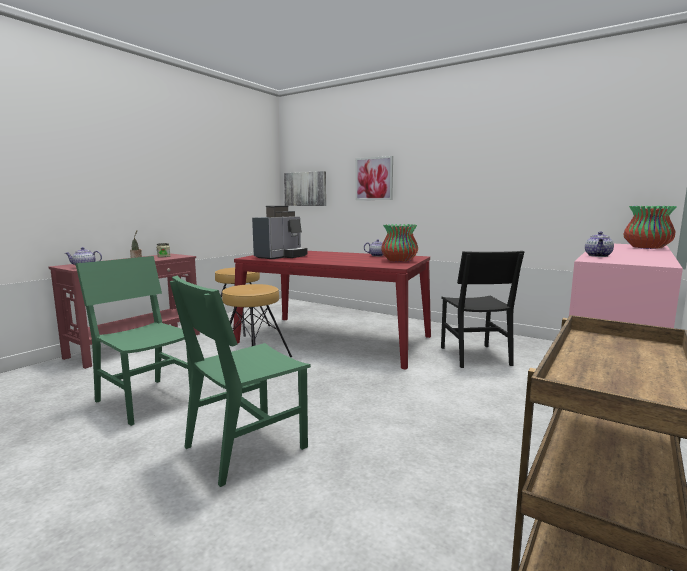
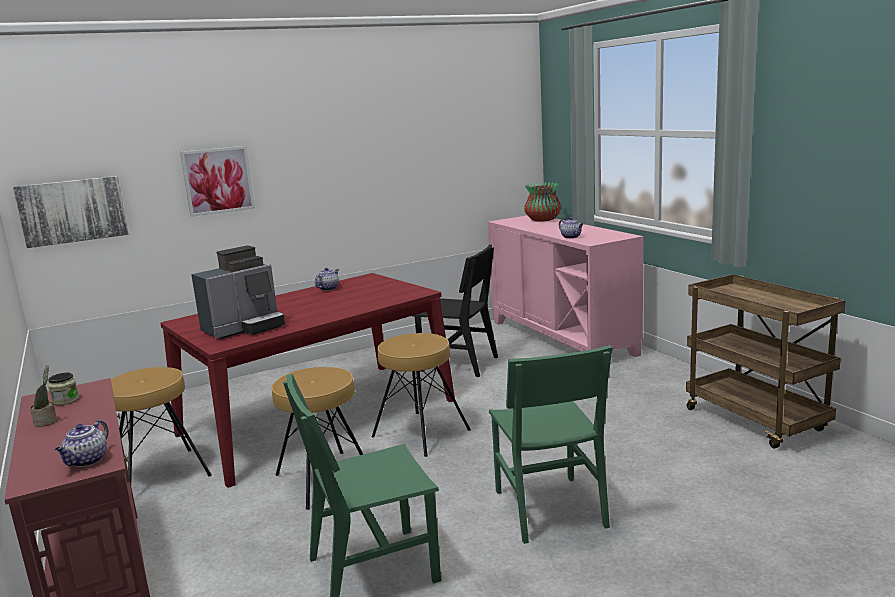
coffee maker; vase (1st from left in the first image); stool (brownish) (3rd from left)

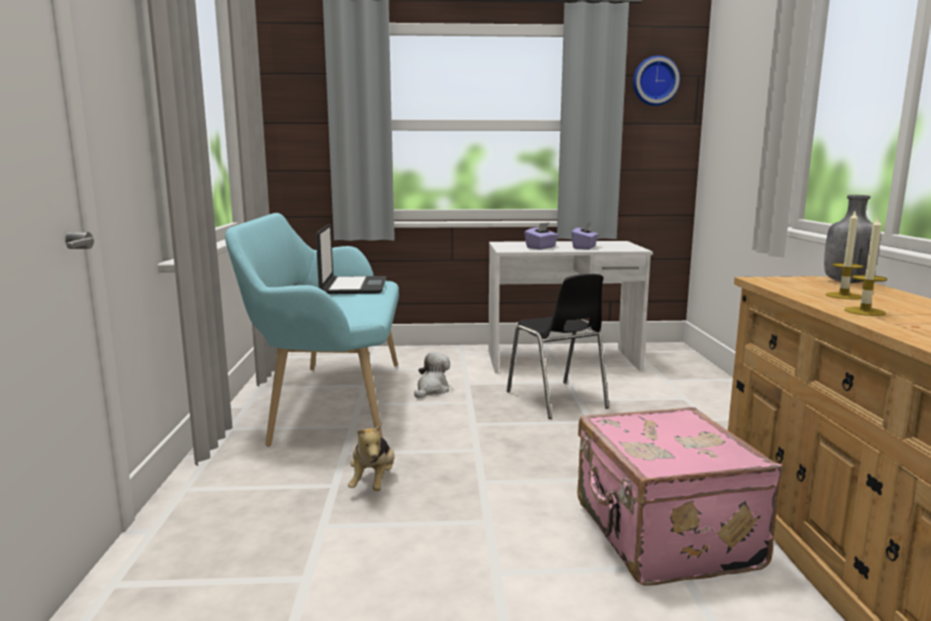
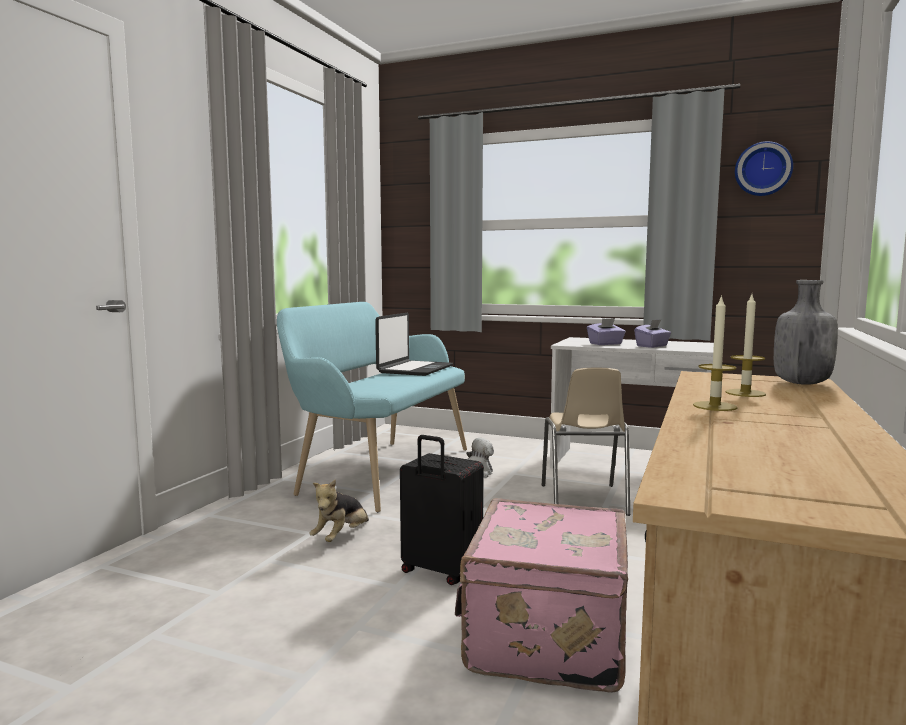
plain chair (beige-coloured); suitcase (black)

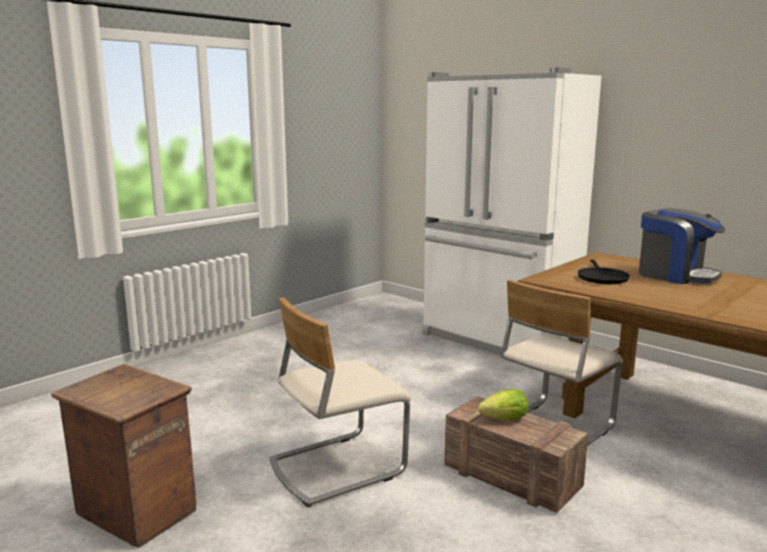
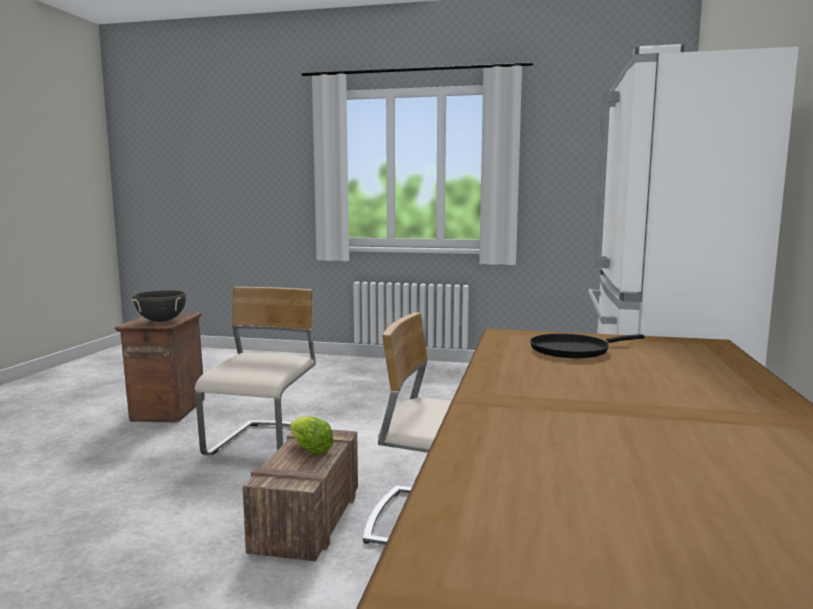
plain chair (beige-coloured) (1st from left); coffee maker; saucepot (black)

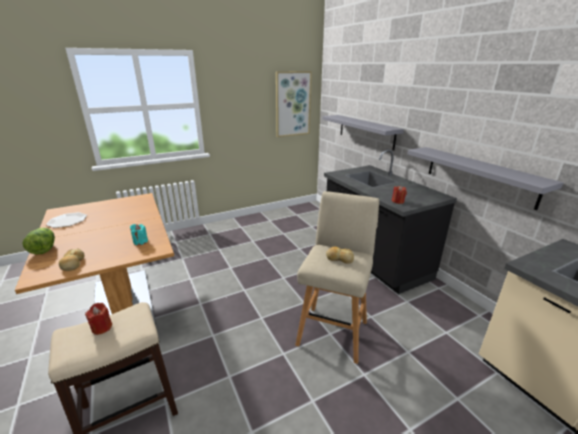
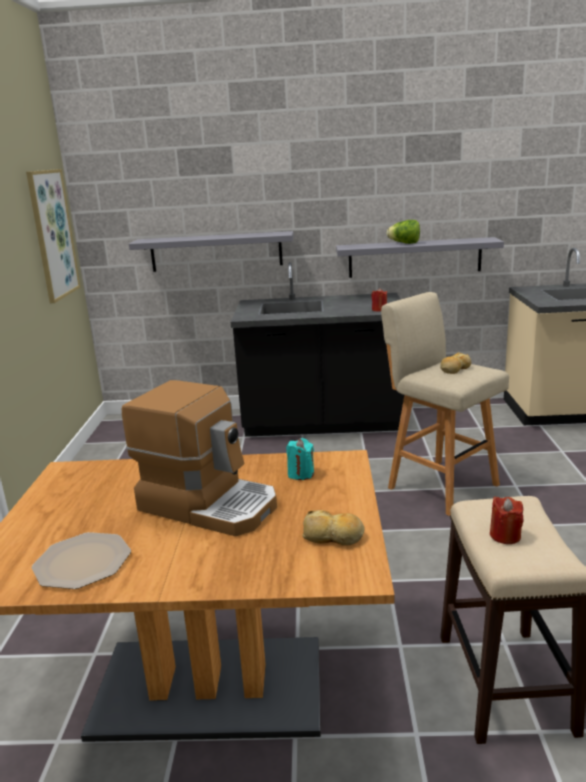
lettuce head; coffee maker

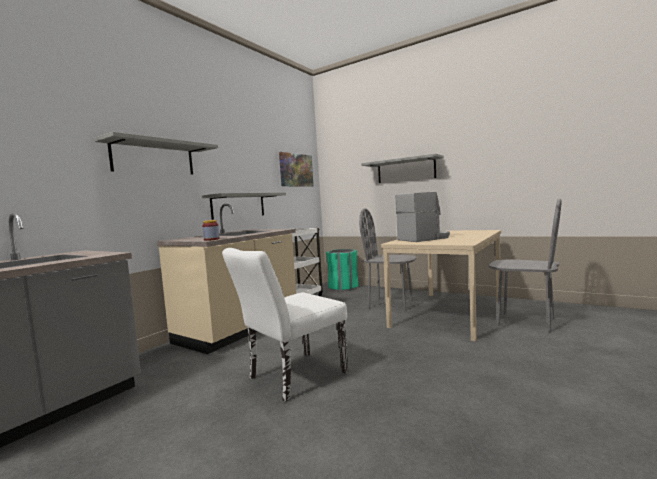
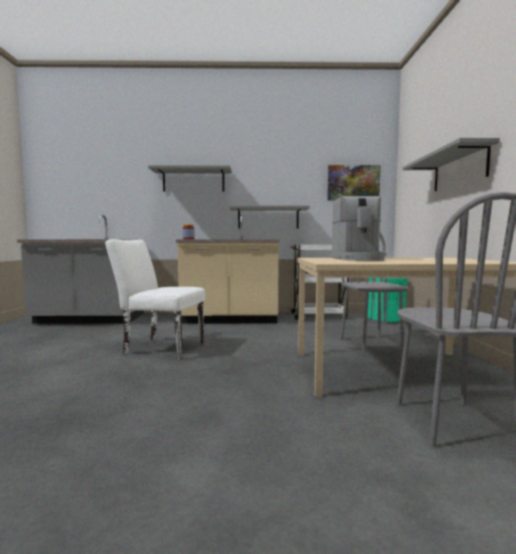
coffee maker

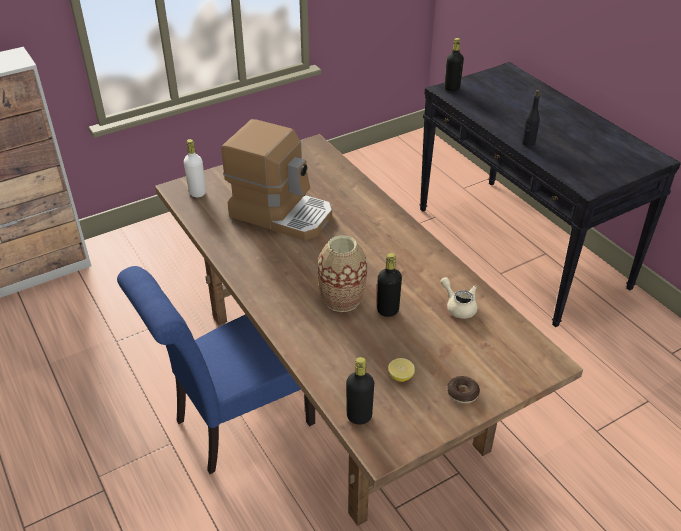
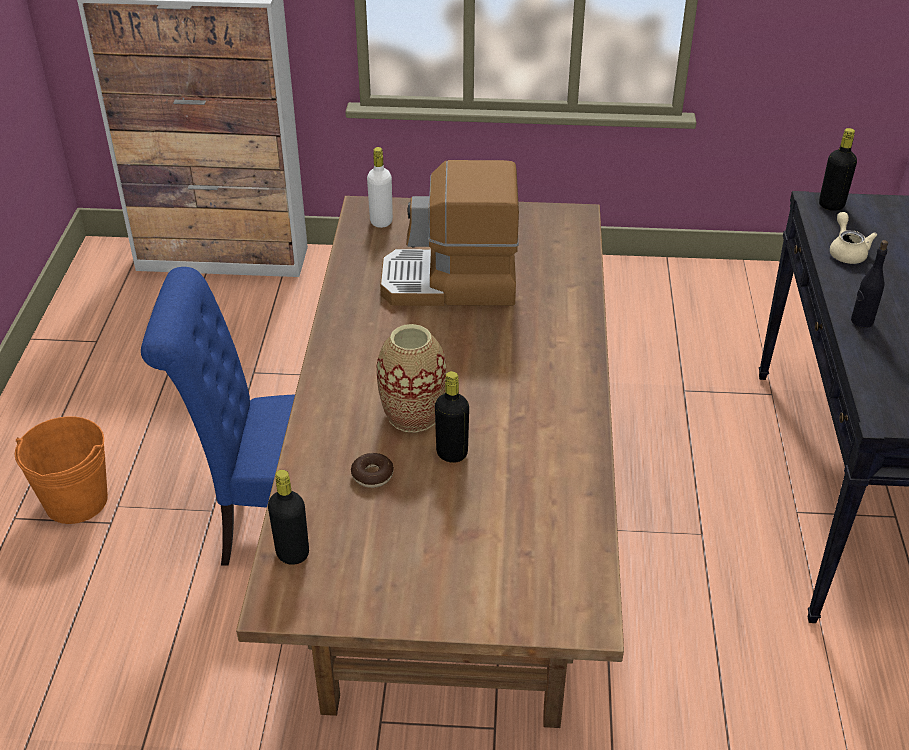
coffee maker; citrus fruit; tea pot (beige-coloured); donut; water bucket (orangey)

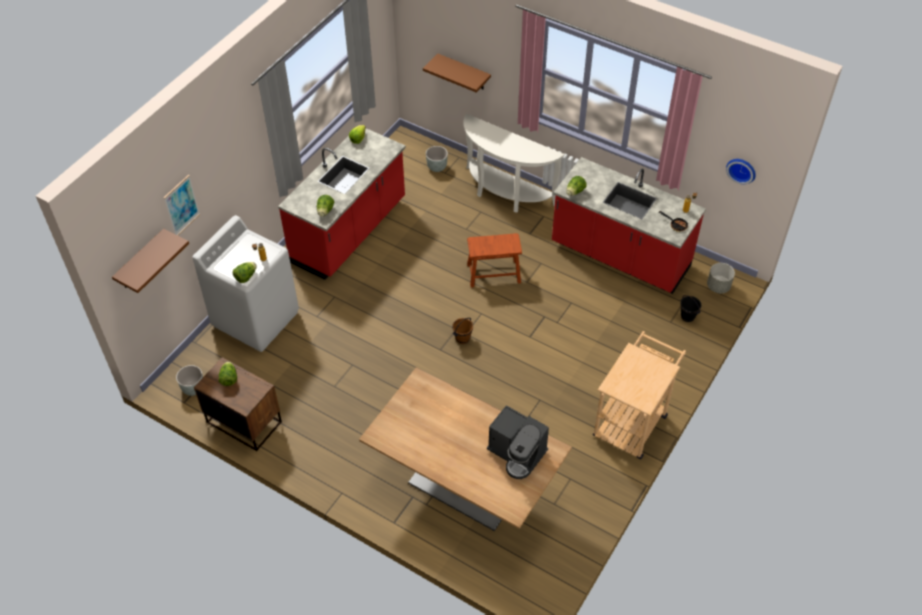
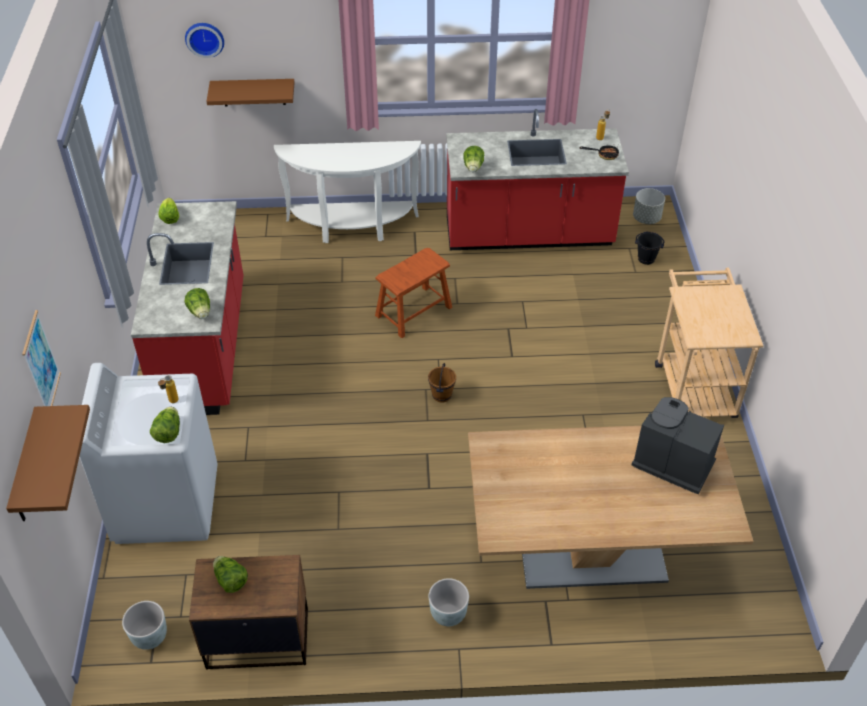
flower pot (greyish) (2nd from left); coffee maker; clock on the wall

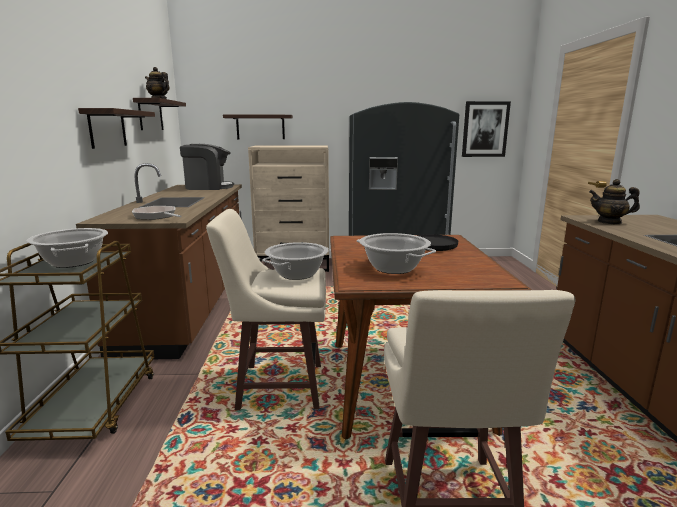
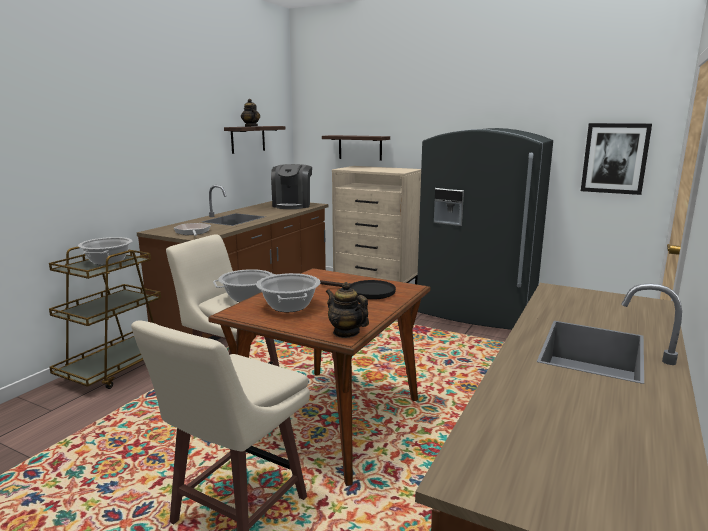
wall shelf (1st from left in the first image); coffee maker; tea pot (2nd from left)

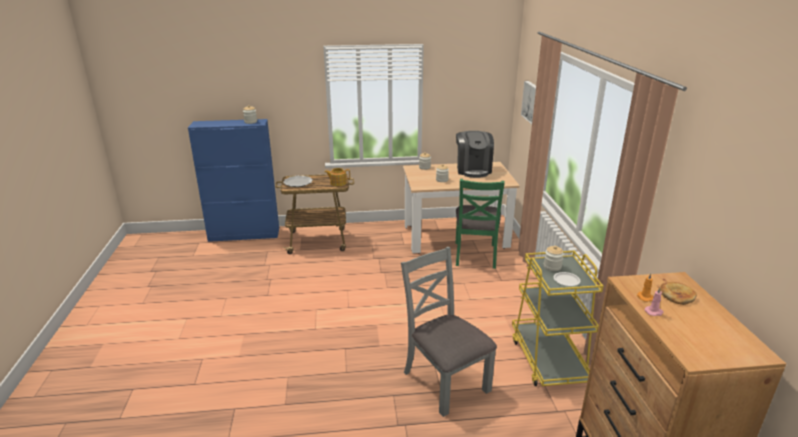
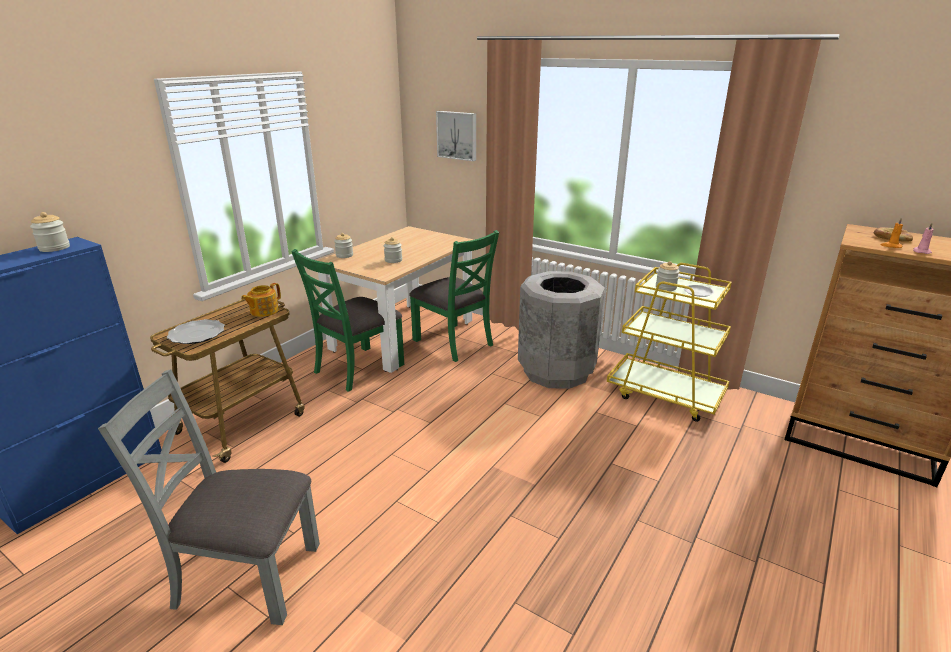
plain chair (greyish); coffee maker; plain chair (green) (1st from left); waste bin (greyish)

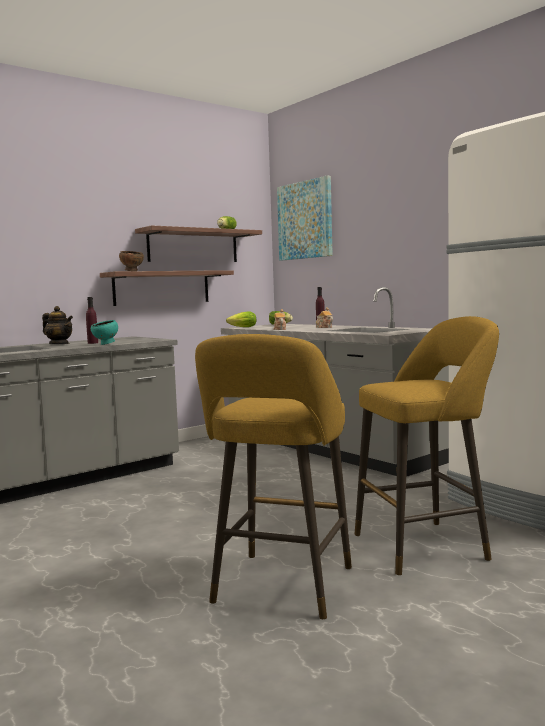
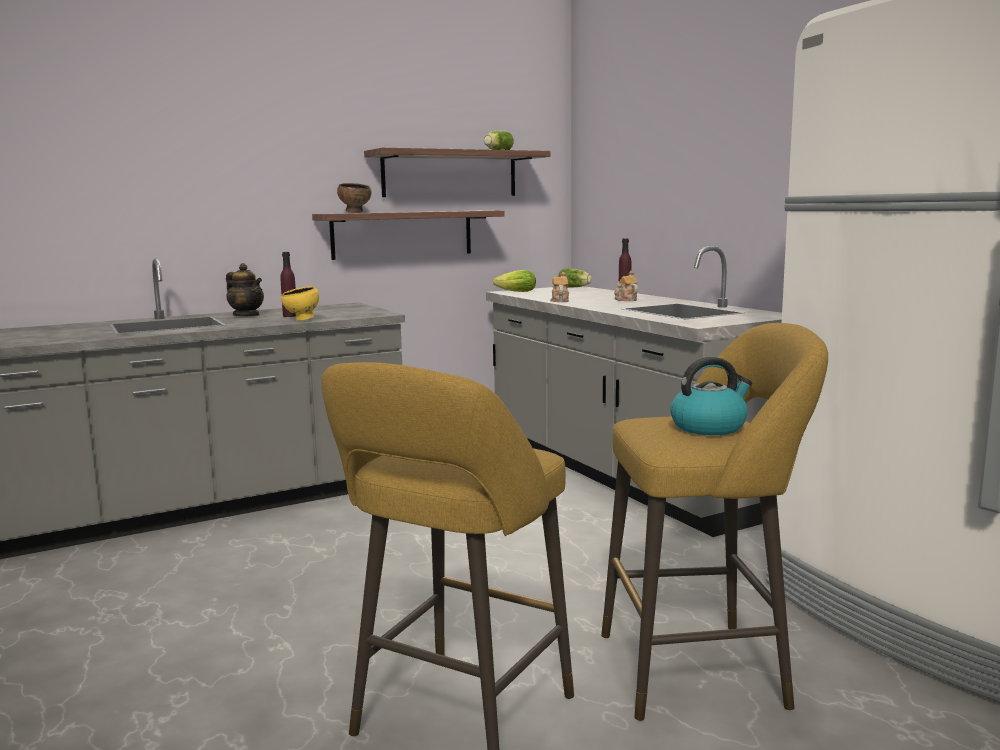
deep dish (yellow-coloured); wall art; kettle

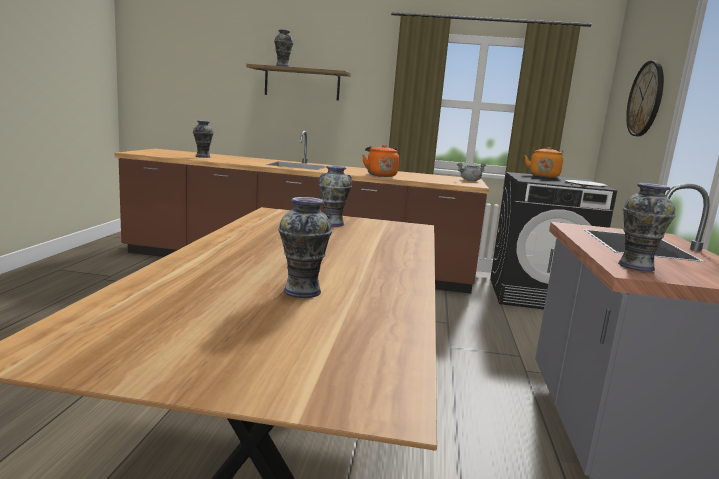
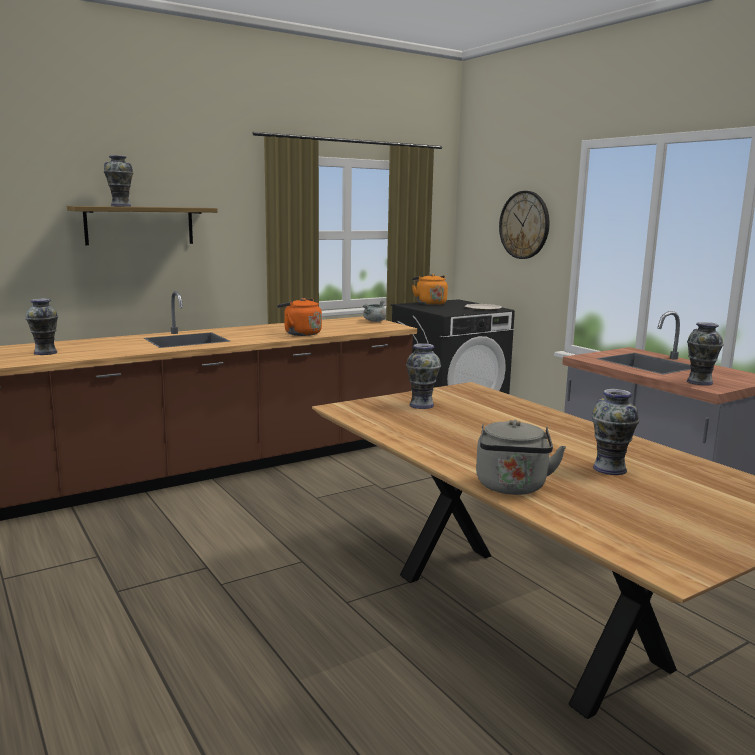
kettle (greyish)

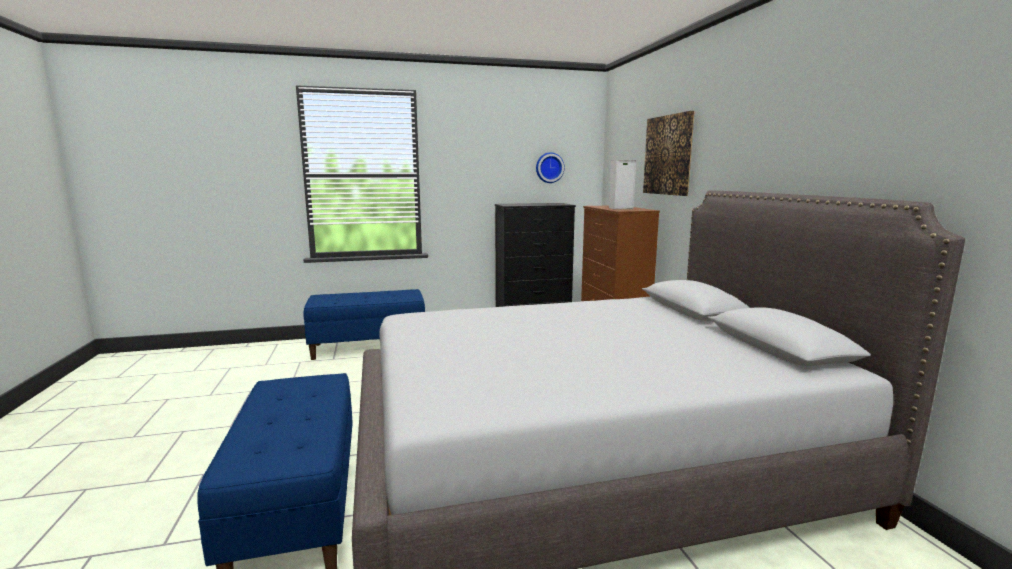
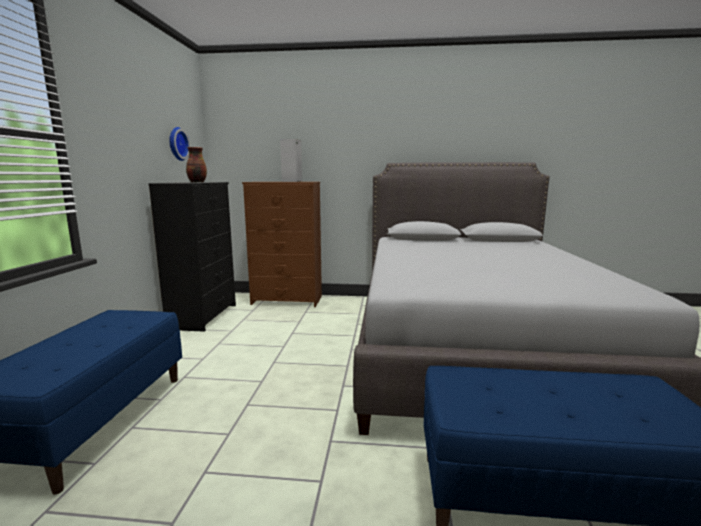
wall art; vase

